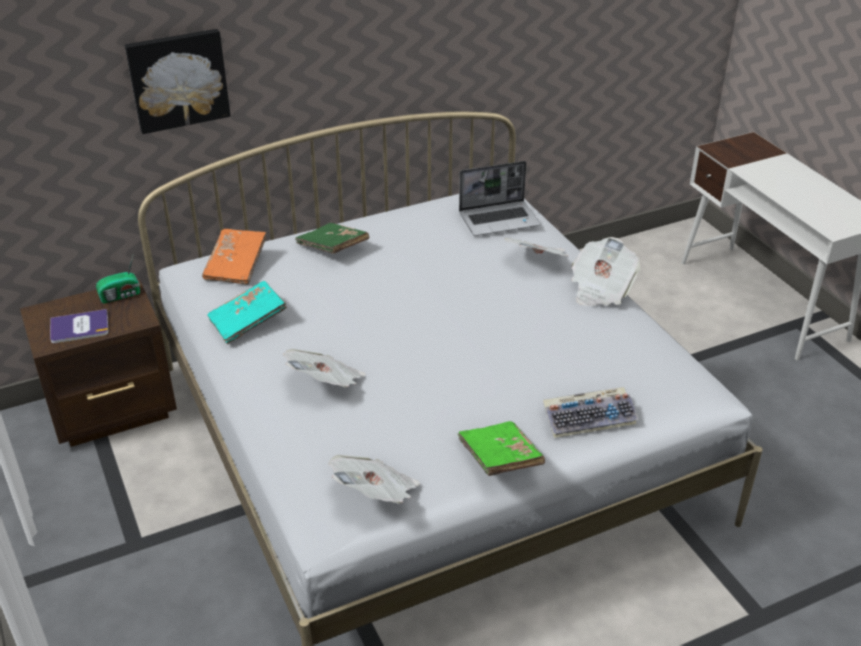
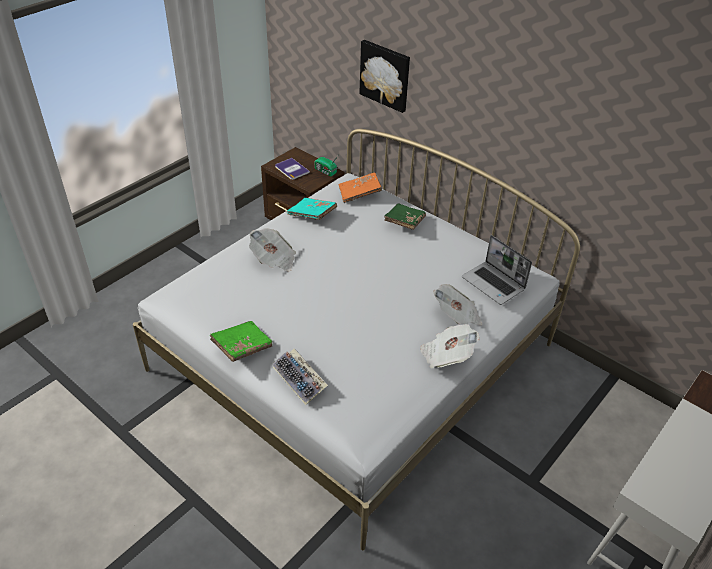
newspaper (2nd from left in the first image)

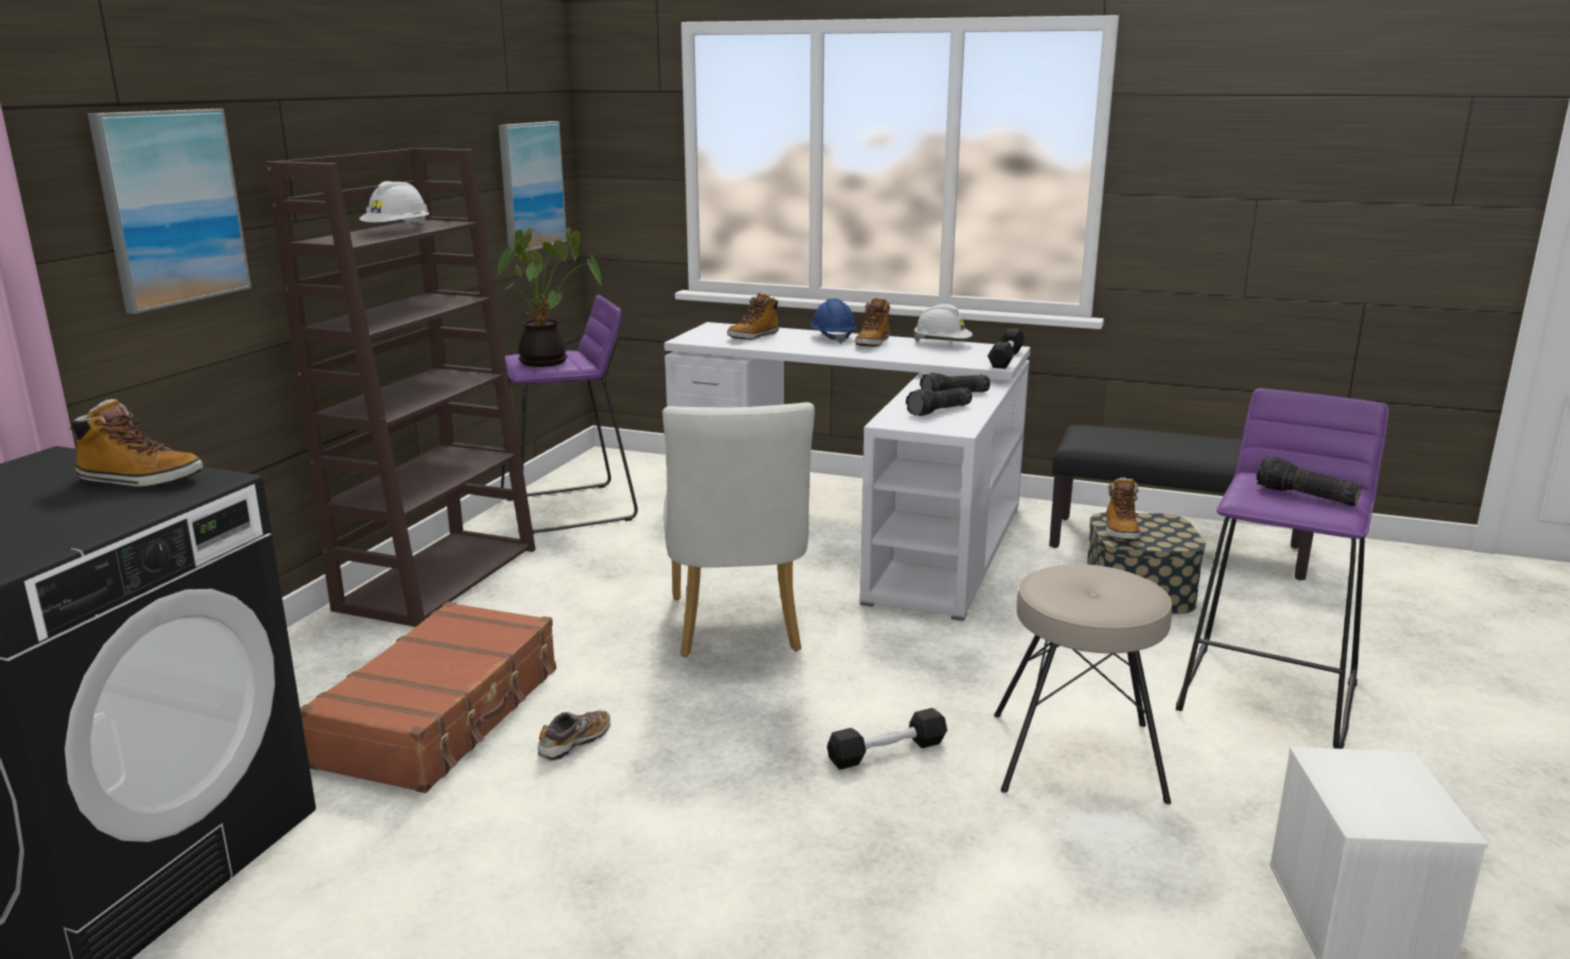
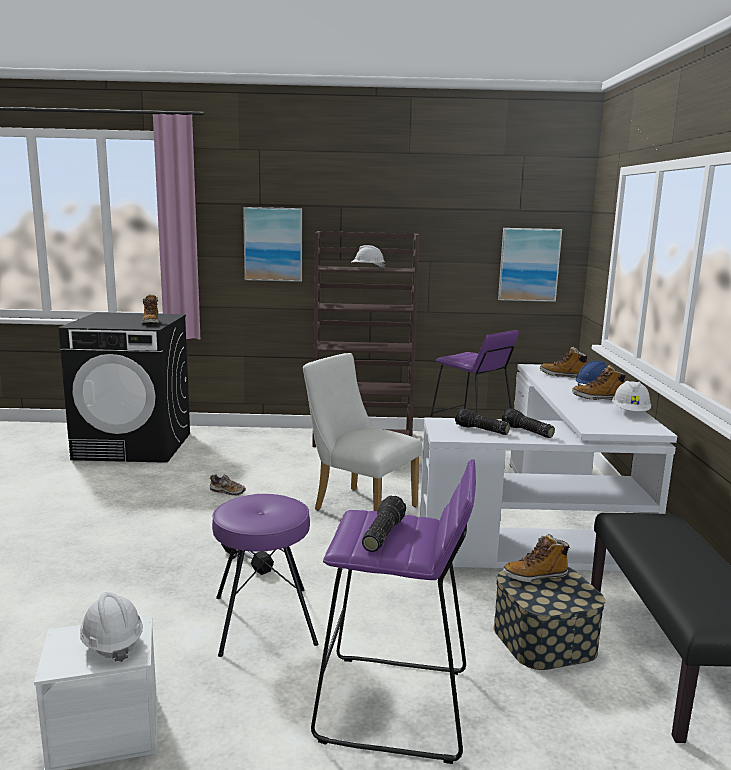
suitcase (brownish); plant in a pot; plain chair (whitish); free weight (black) (2nd from left in the first image); stool (purple-coloured) (1st from left); safety helmet (whitish) (1st from left)

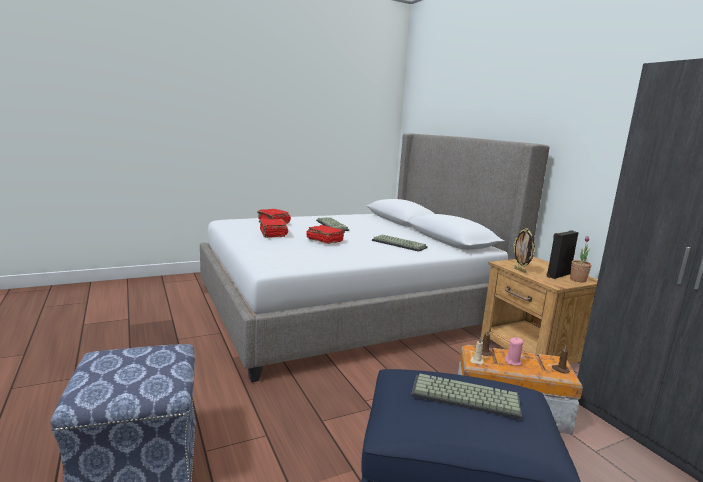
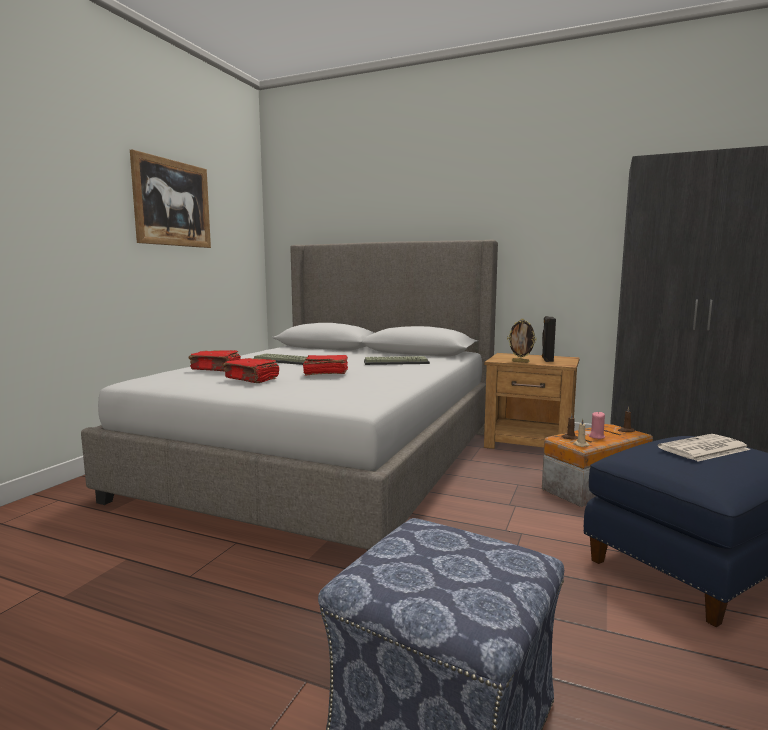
newspaper; plant in a pot; wall art

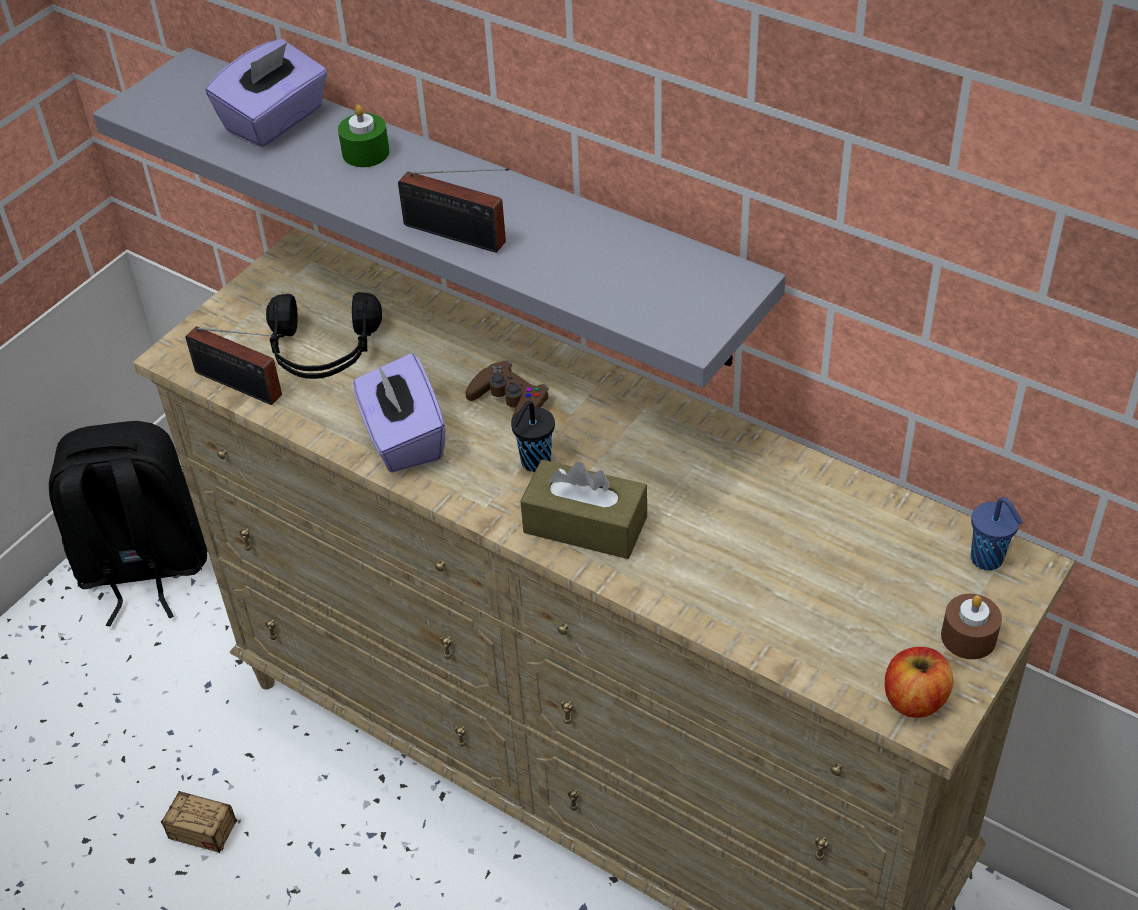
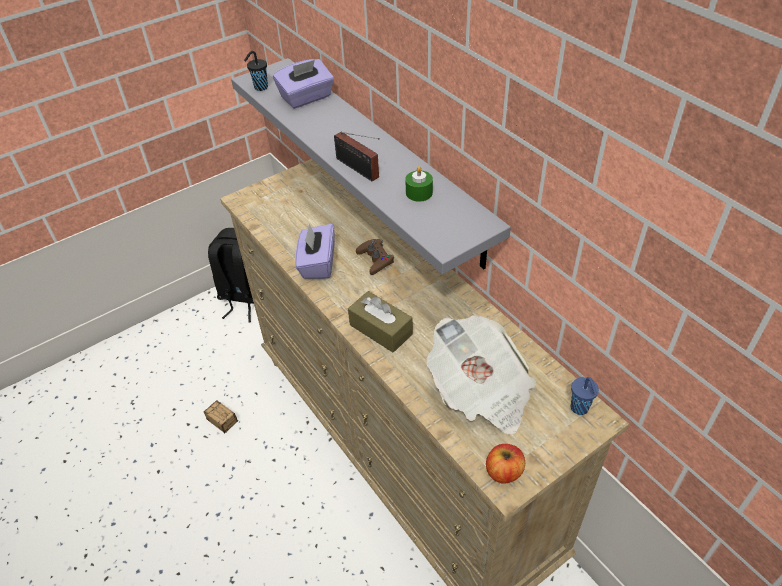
radio (1st from left in the first image); headphones (black); wax light (green); small cup (black); wax light (brownish); newspaper

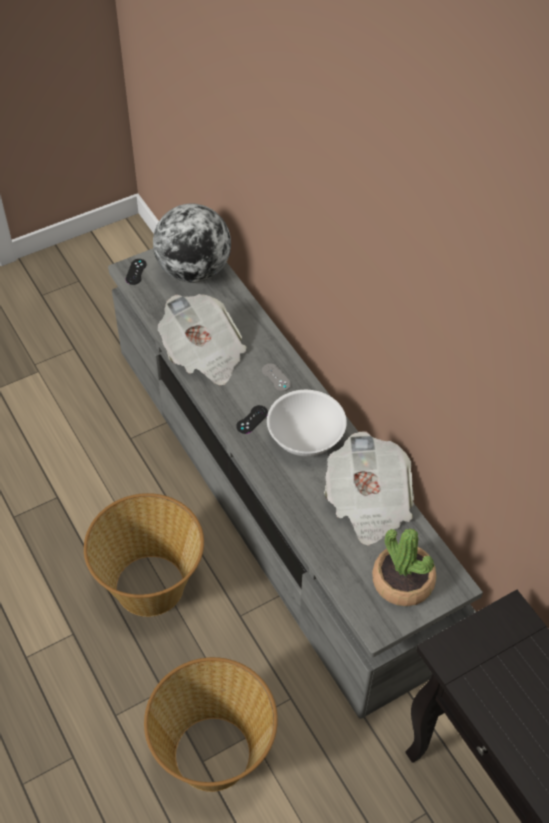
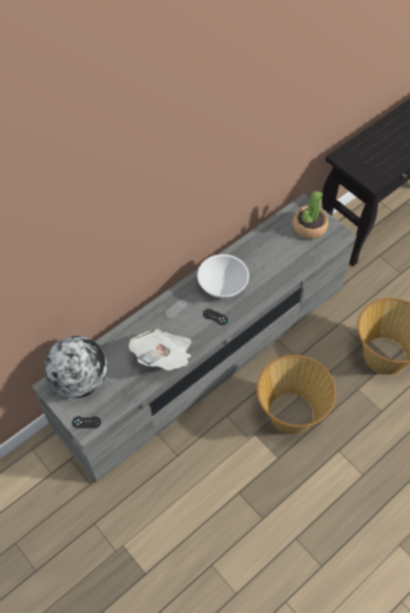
newspaper (2nd from left in the first image)

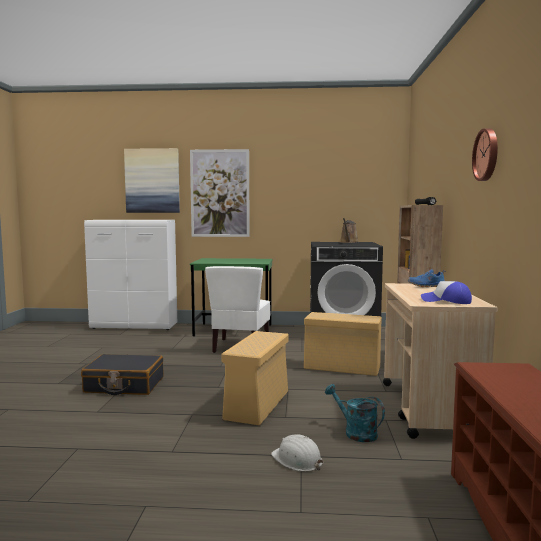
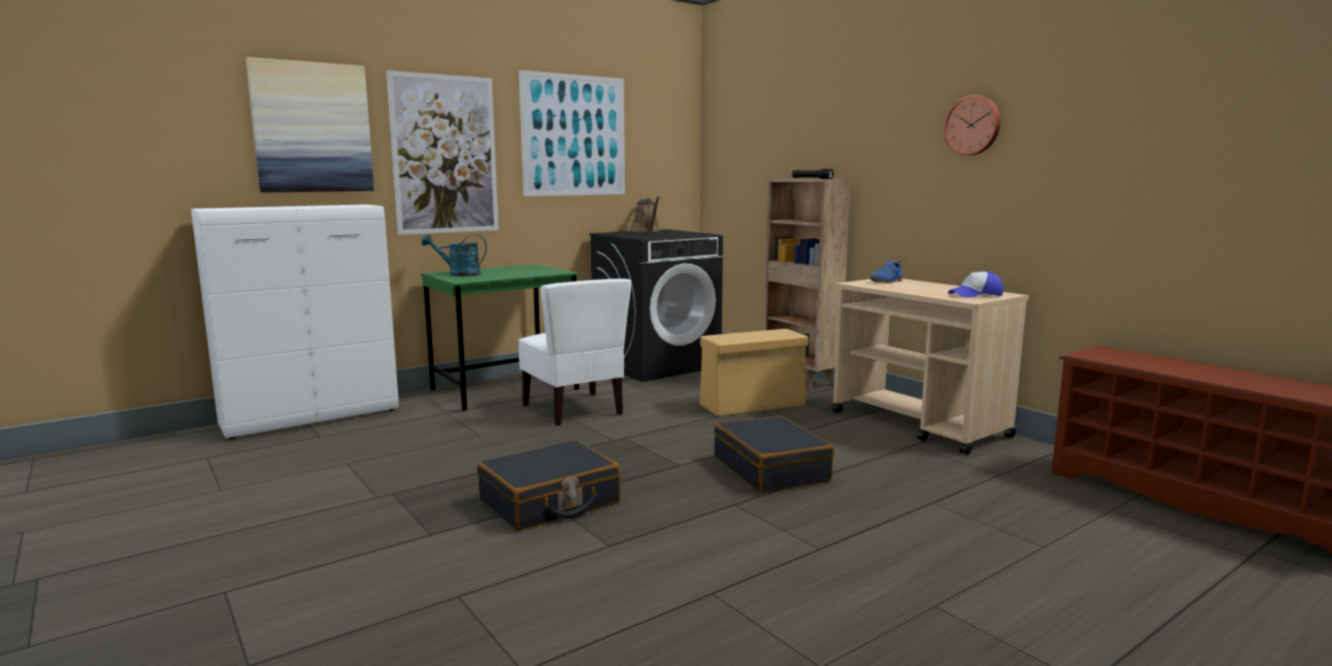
suitcase (black) (2nd from left); safety helmet (whitish); watering can (blue-green); wall art (3rd from left)

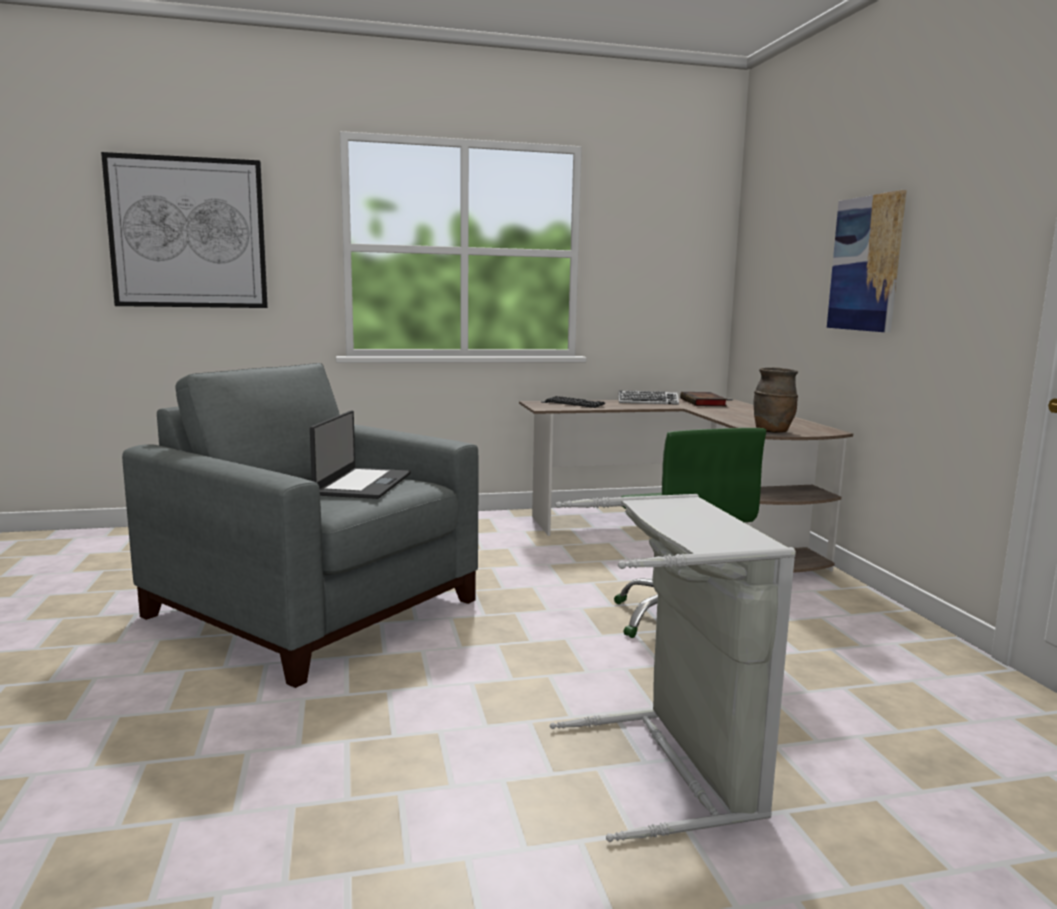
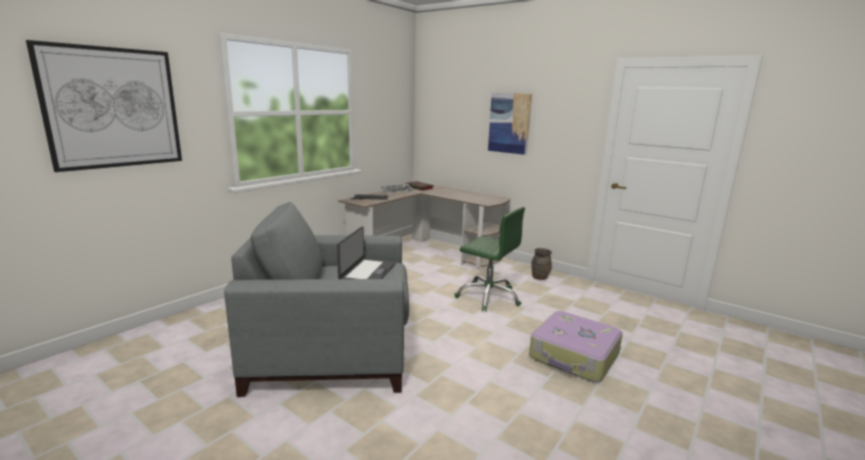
portable computer; suitcase; vase (brownish)

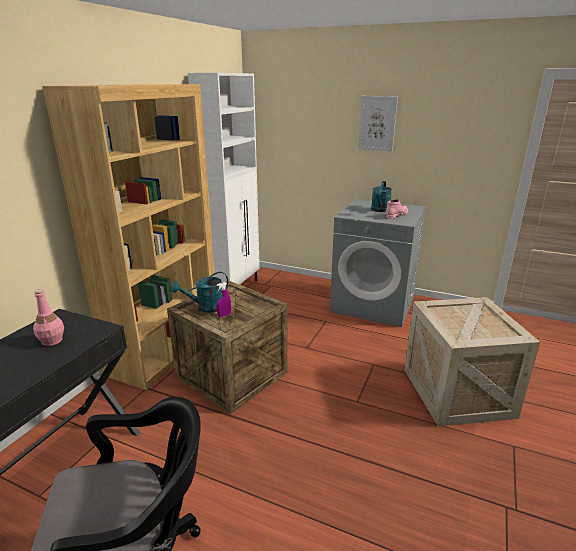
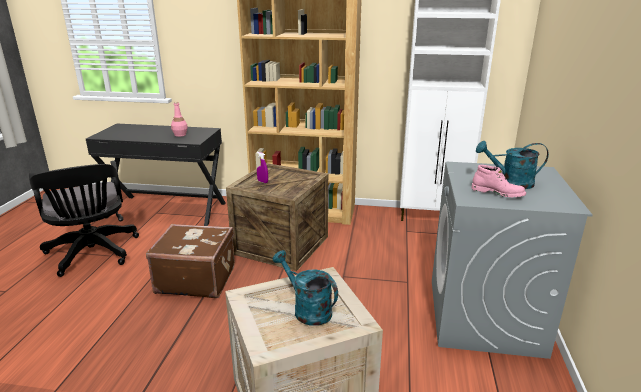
watering can (blue-green) (1st from left); wall art; suitcase (brownish)

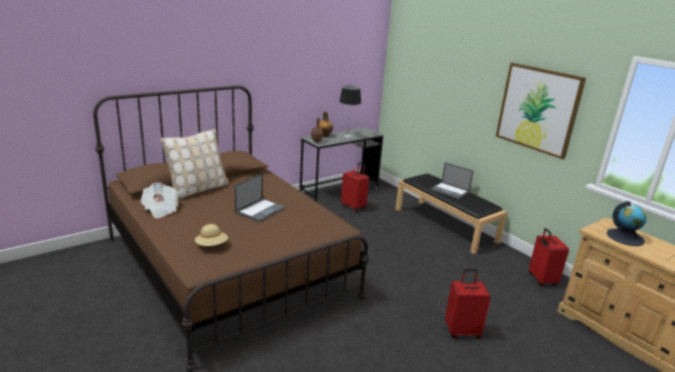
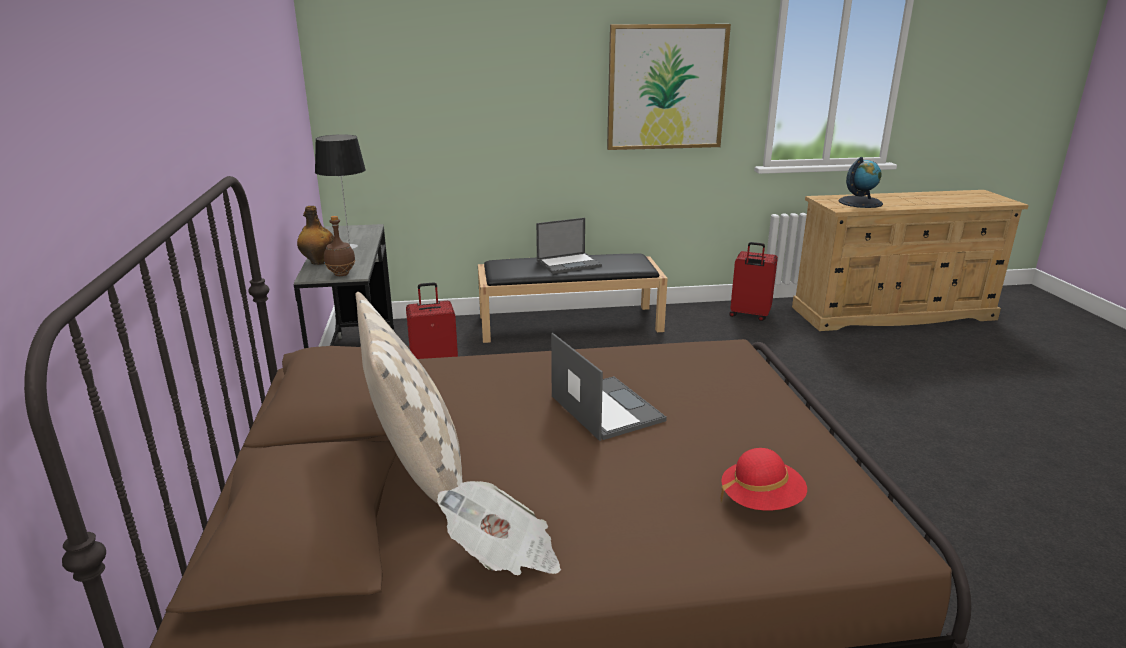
wearable hat (reddish); suitcase (reddish) (2nd from left in the first image)

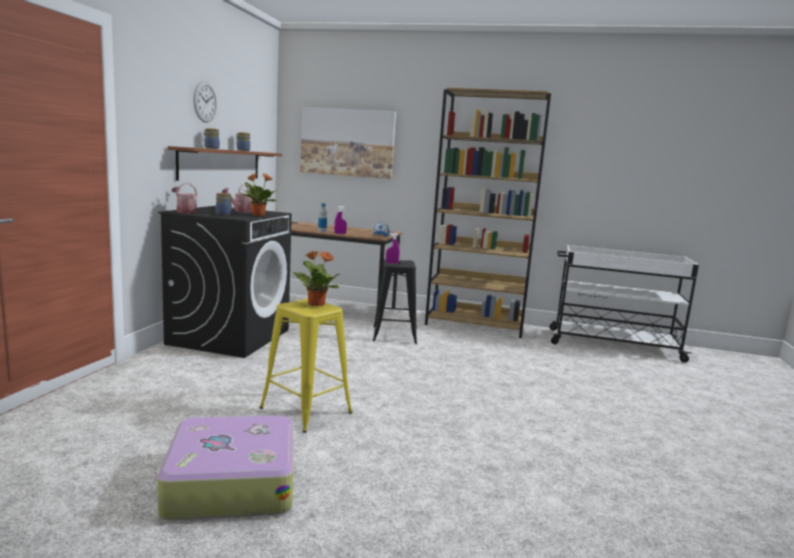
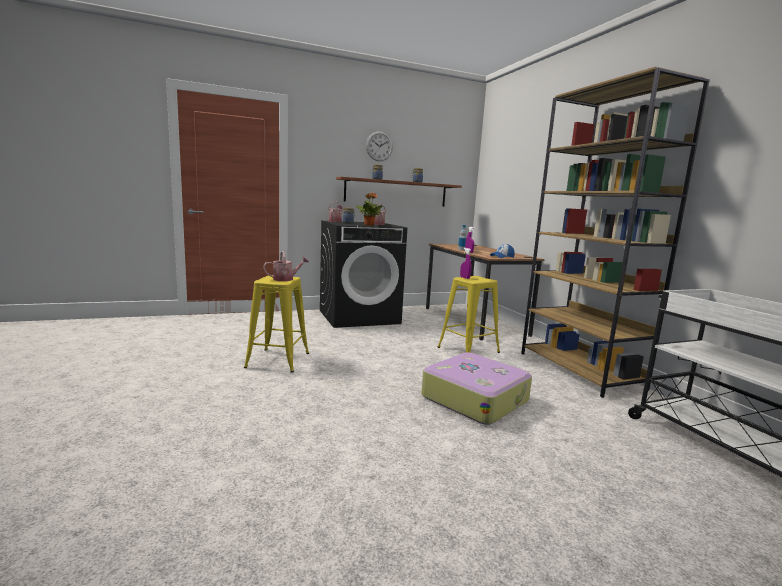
suitcase; watering can (1st from left); wall art; stool (yellow-coloured) (2nd from left)

